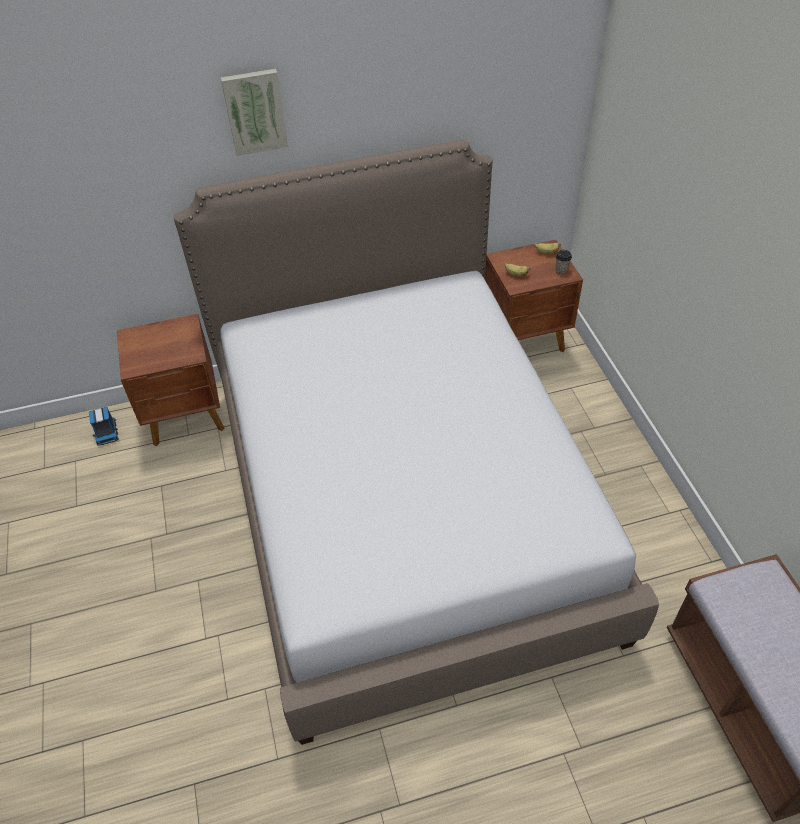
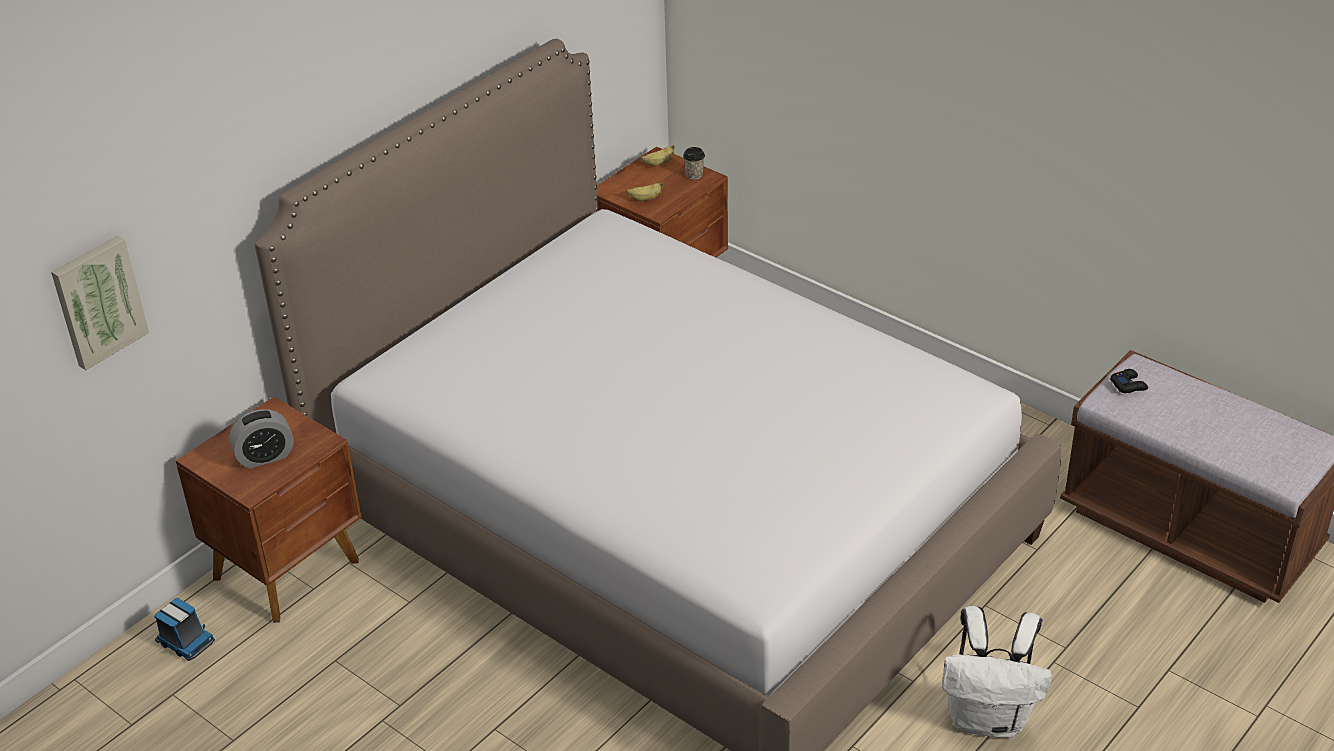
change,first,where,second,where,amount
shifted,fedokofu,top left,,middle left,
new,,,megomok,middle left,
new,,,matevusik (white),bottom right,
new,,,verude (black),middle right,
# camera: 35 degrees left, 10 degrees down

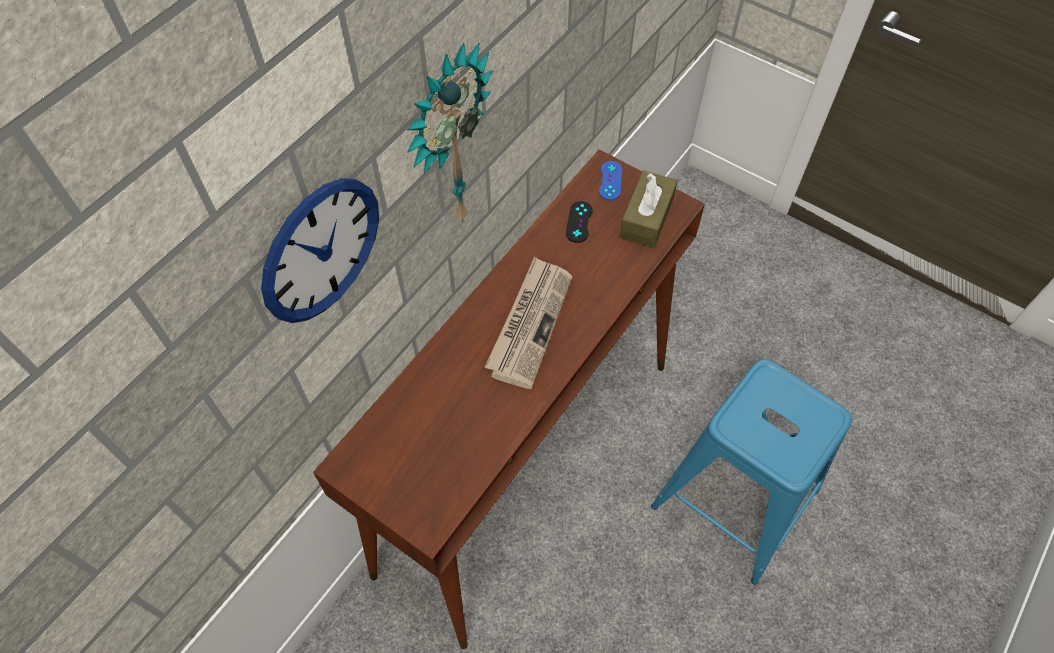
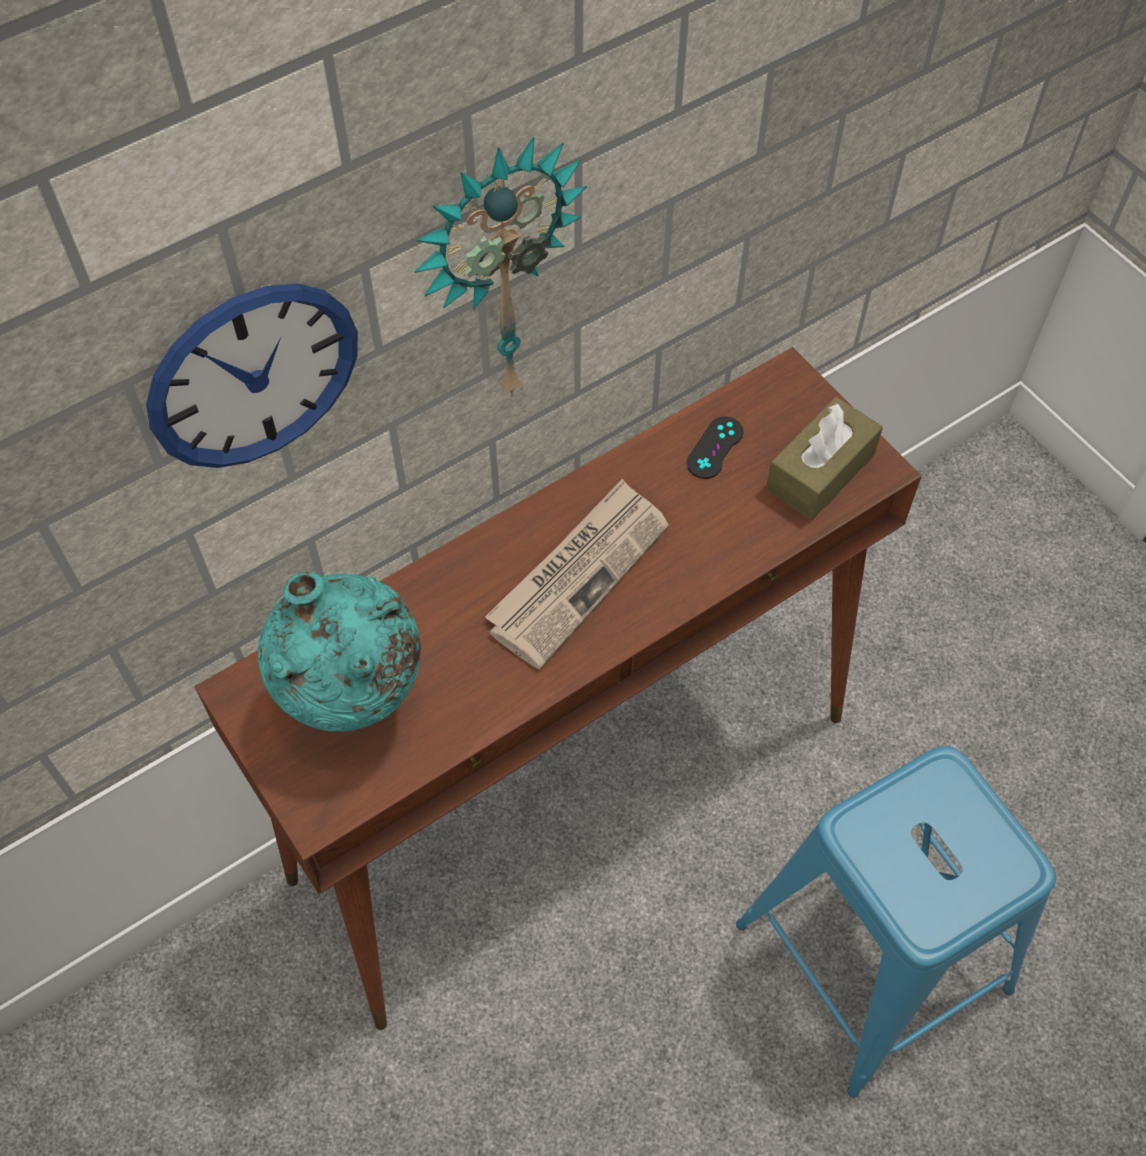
change,first,where,second,where,amount
new,,,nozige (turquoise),middle left,
gone,verude (blue),top centre,,,
# camera: 20 degrees right, 0 degrees up

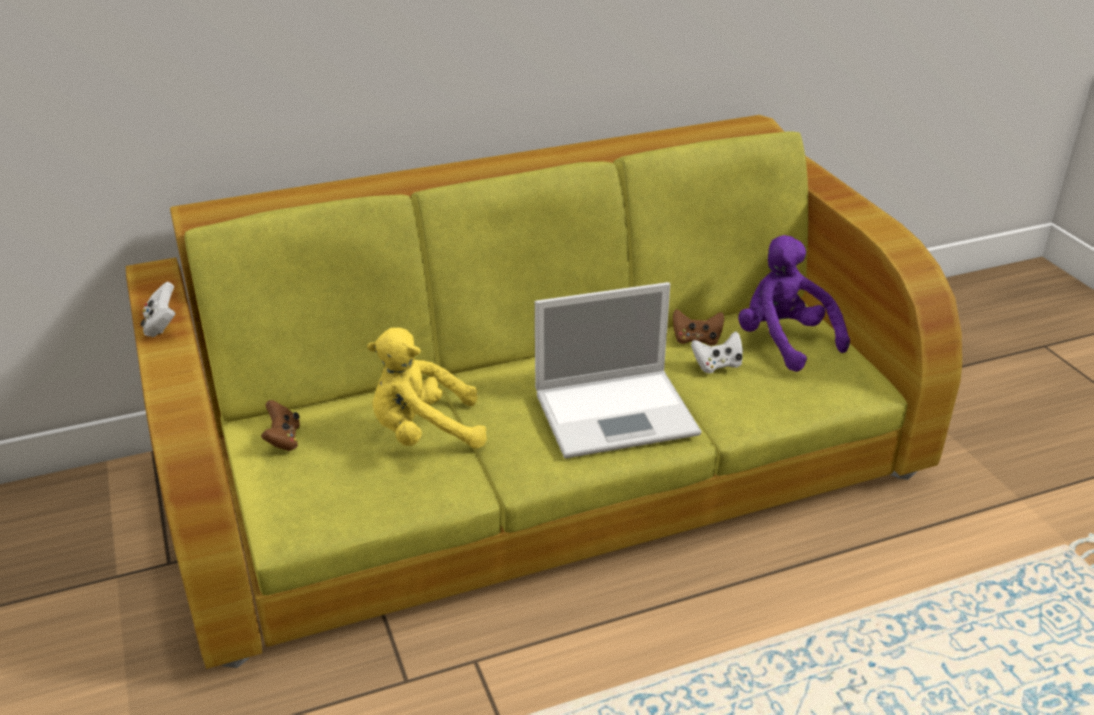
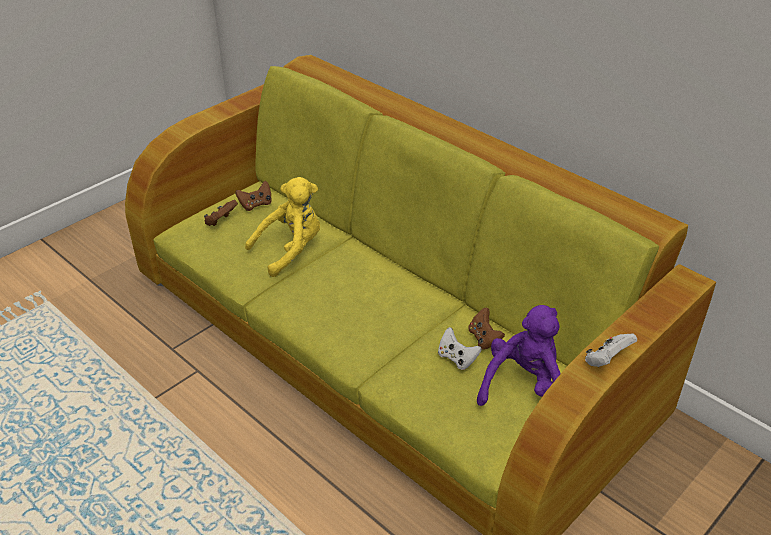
change,first,where,second,where,amount
new,,,verude (brown) (no. 1 from left),middle left,
rotated,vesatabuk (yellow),centre,,centre,90 degrees clockwise
shifted,verude (white) (no. 1 from left in the first image),middle left,verude (white) (no. 2 from left),middle right,
gone,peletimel,centre,,,
# camera: 65 degrees right, 5 degrees up

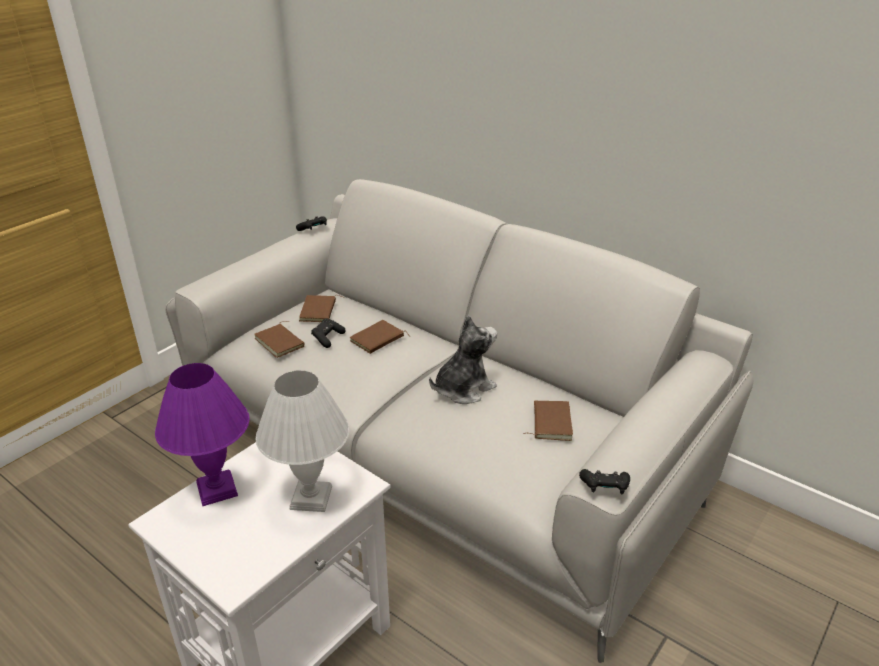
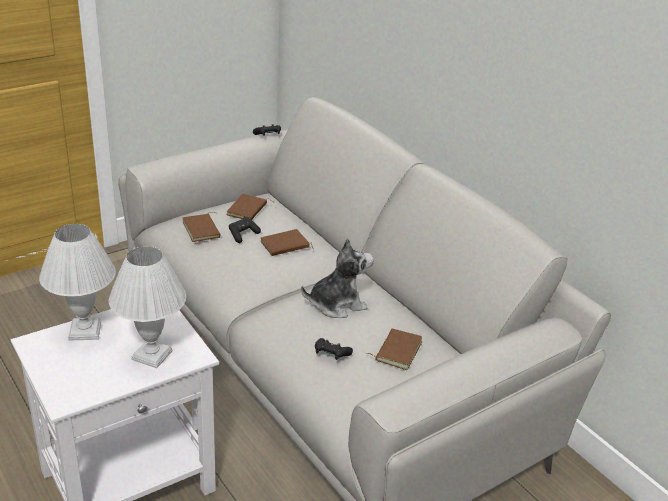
change,first,where,second,where,amount
repainted,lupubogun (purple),middle left,lupubogun (white) (no. 1 from left),middle left,
shifted,verude (black) (no. 3 from left),bottom right,,bottom centre,
# camera: 15 degrees right, 0 degrees up

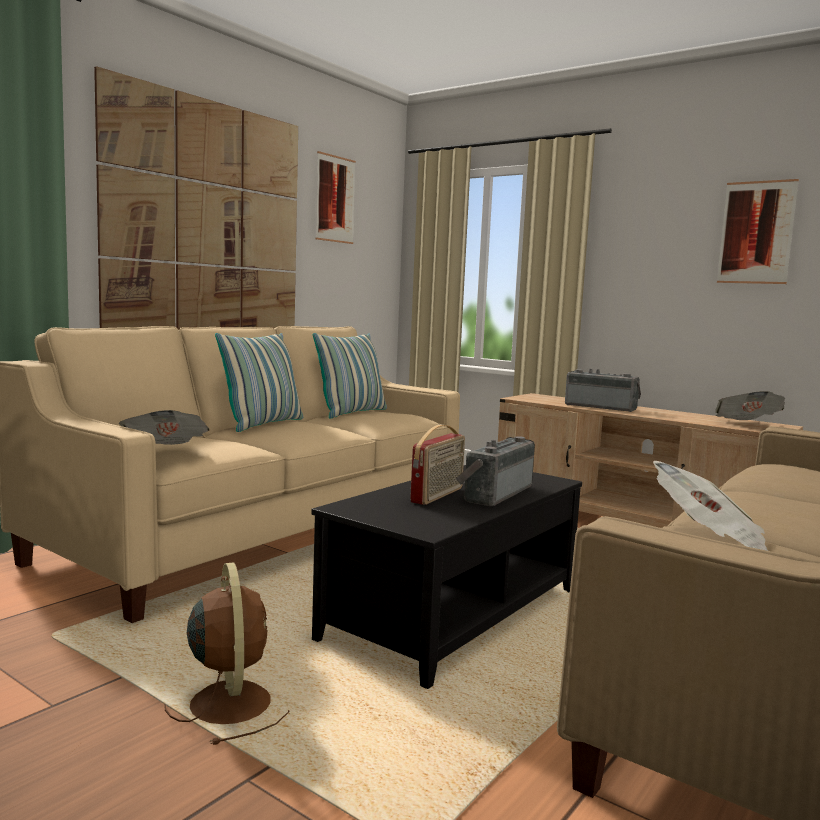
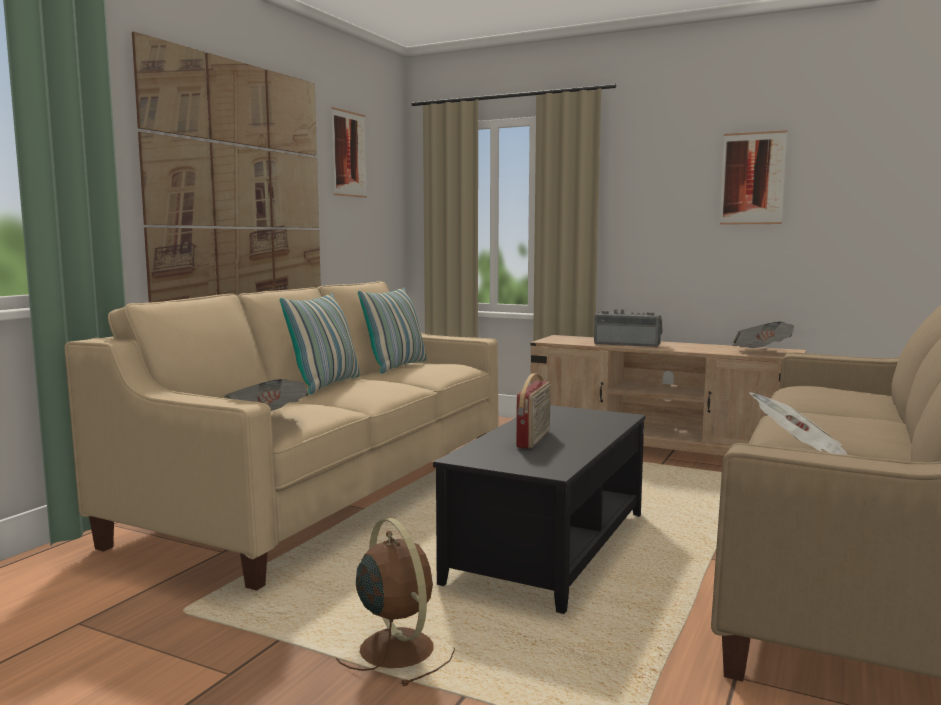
change,first,where,second,where,amount
gone,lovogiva (no. 2 from left),centre,,,
# camera: 10 degrees left, 0 degrees up

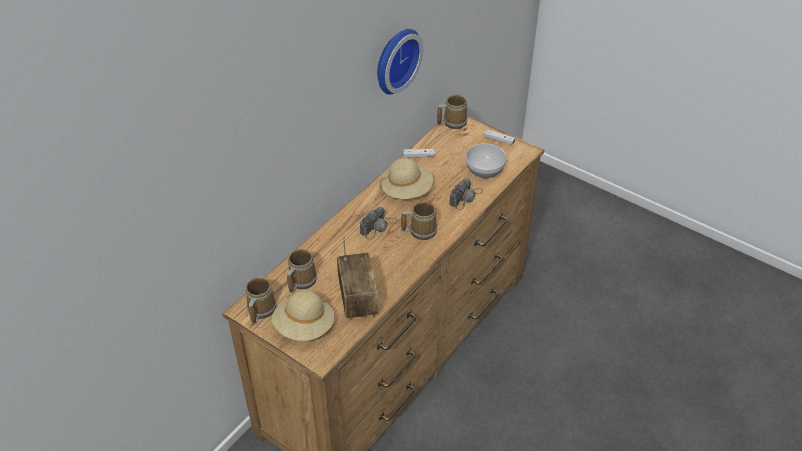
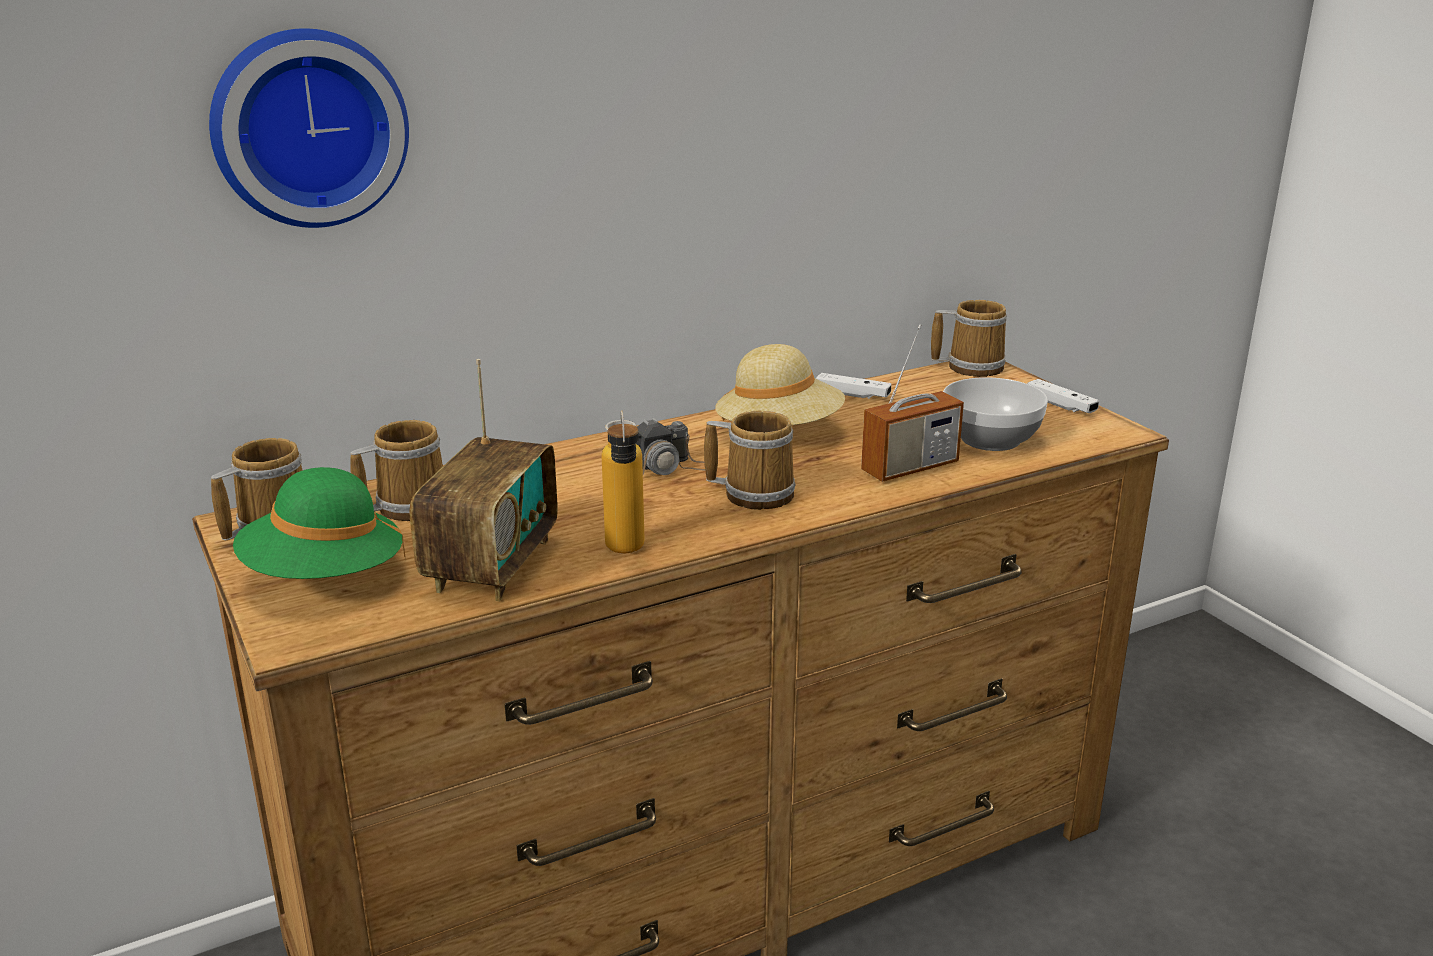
change,first,where,second,where,amount
shifted,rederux,top centre,,top left,
repainted,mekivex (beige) (no. 1 from left),bottom centre,mekivex (green),middle left,
new,,,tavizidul,centre,
swapped,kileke (no. 2 from left),centre,lovogiva (no. 2 from left),centre,
# camera: 25 degrees right, 20 degrees down

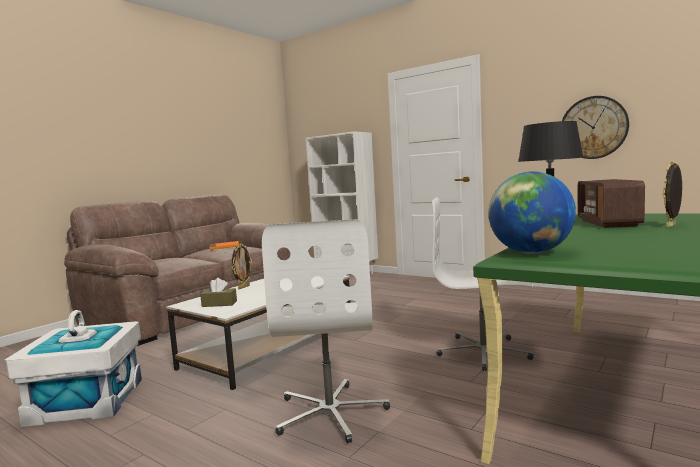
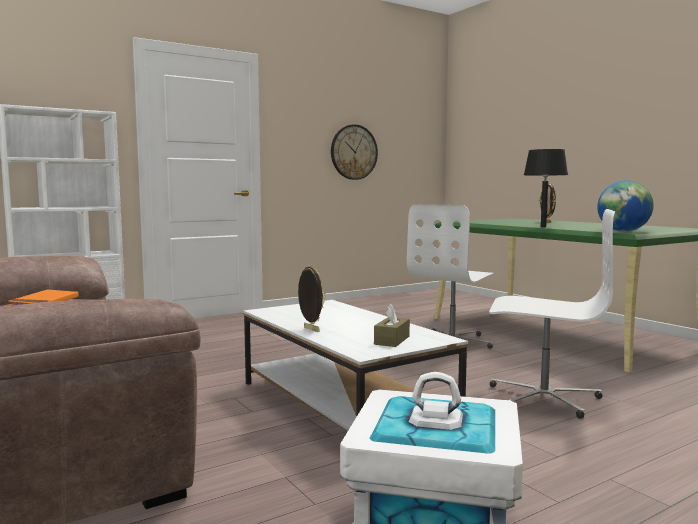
change,first,where,second,where,amount
gone,lovogiva,middle right,,,
# camera: 70 degrees left, 0 degrees up

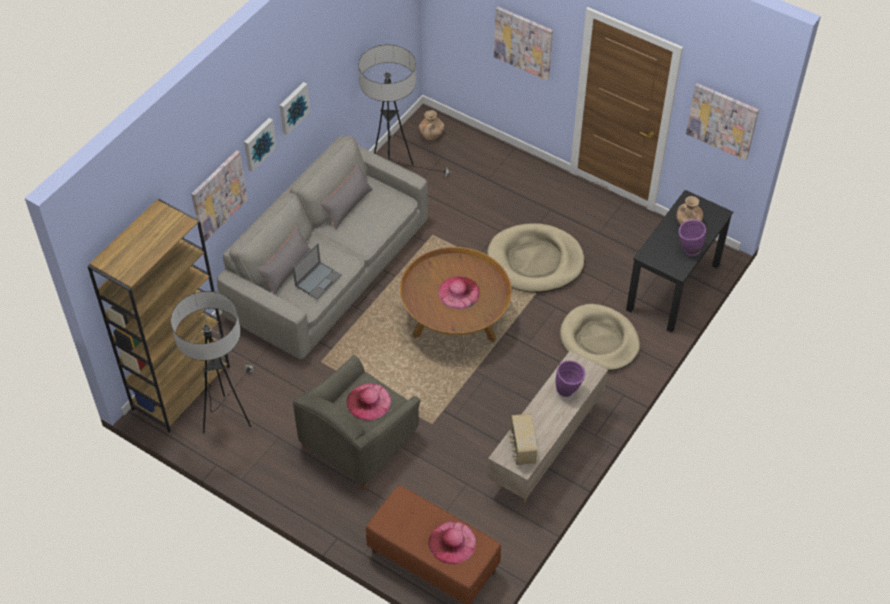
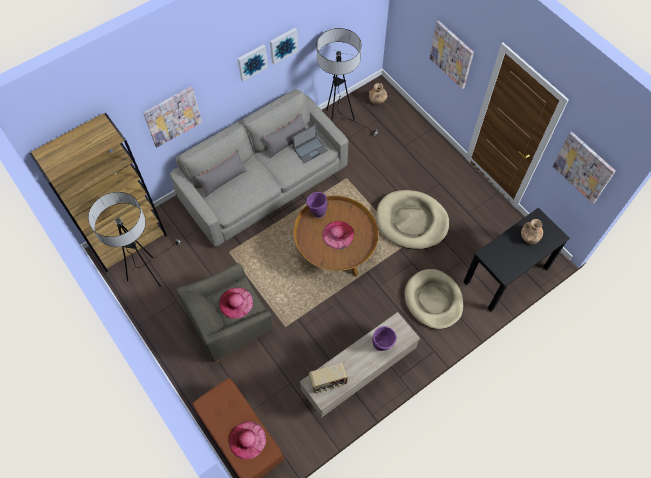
change,first,where,second,where,amount
shifted,fedokofu (no. 2 from left in the first image),top left,fedokofu (no. 3 from left),top centre,
shifted,peletimel,centre,,top centre,
shifted,nozige (purple) (no. 2 from left in the first image),middle right,nozige (purple) (no. 1 from left),centre,
rotated,lovogiva,bottom centre,,bottom centre,120 degrees counterclockwise
# camera: 20 degrees right, 10 degrees up

